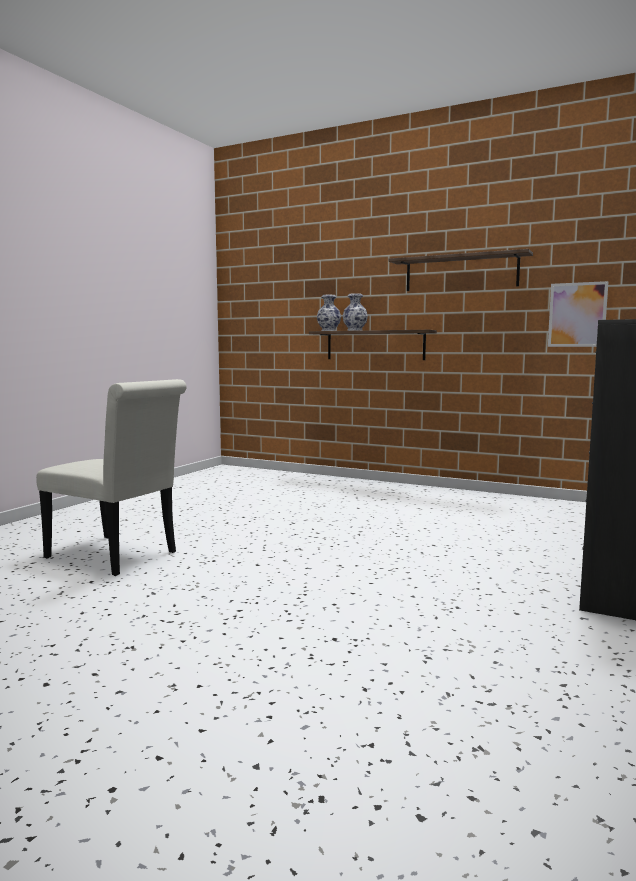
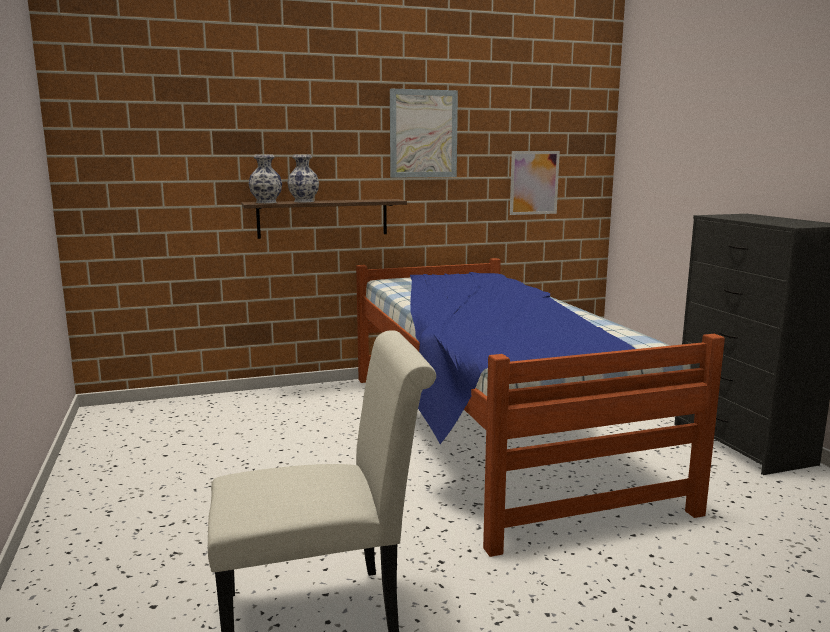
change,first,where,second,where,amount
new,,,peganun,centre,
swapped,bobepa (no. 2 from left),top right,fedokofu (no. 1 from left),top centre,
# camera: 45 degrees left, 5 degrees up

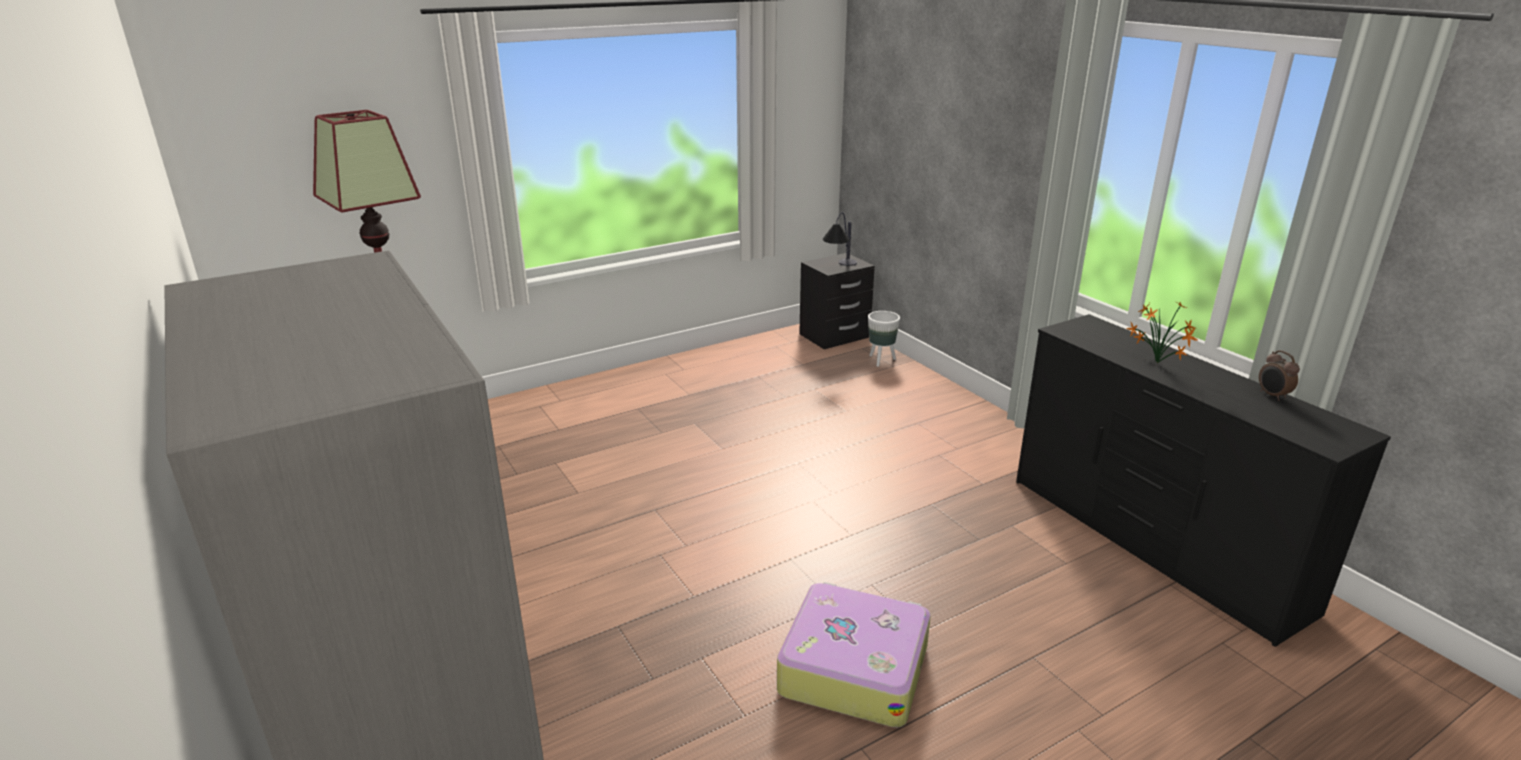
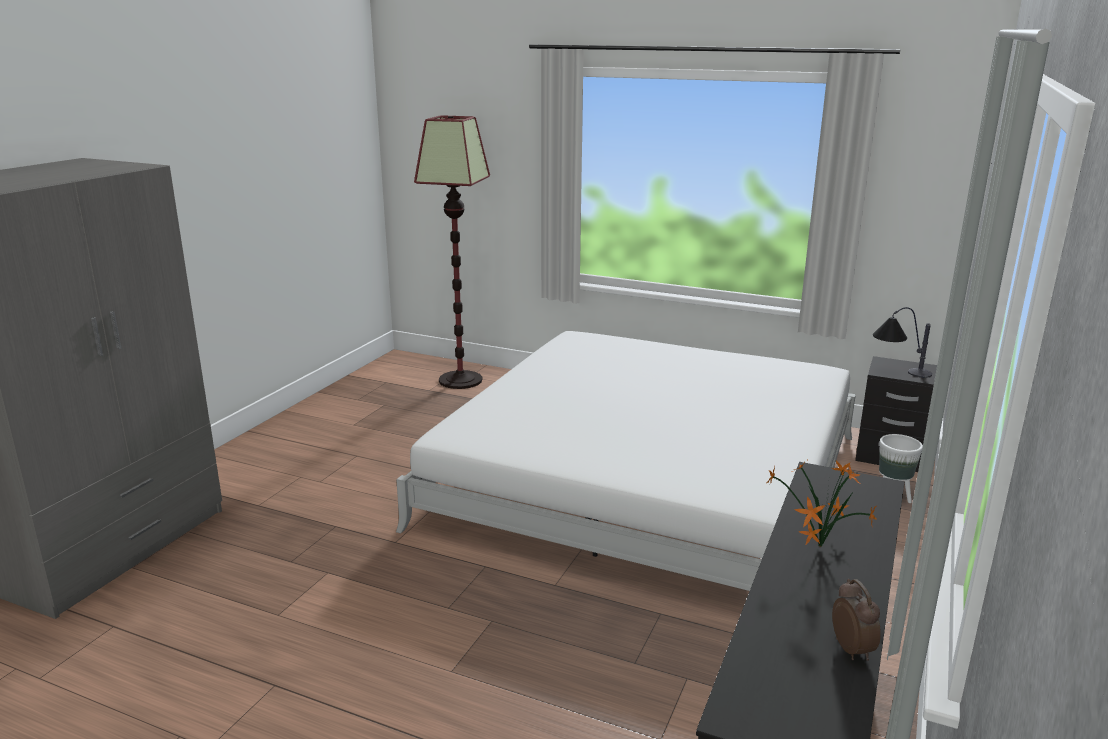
change,first,where,second,where,amount
new,,,peganun (white),centre,
rotated,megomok,middle right,,bottom right,135 degrees clockwise
gone,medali,bottom centre,,,
# camera: 55 degrees right, 5 degrees down

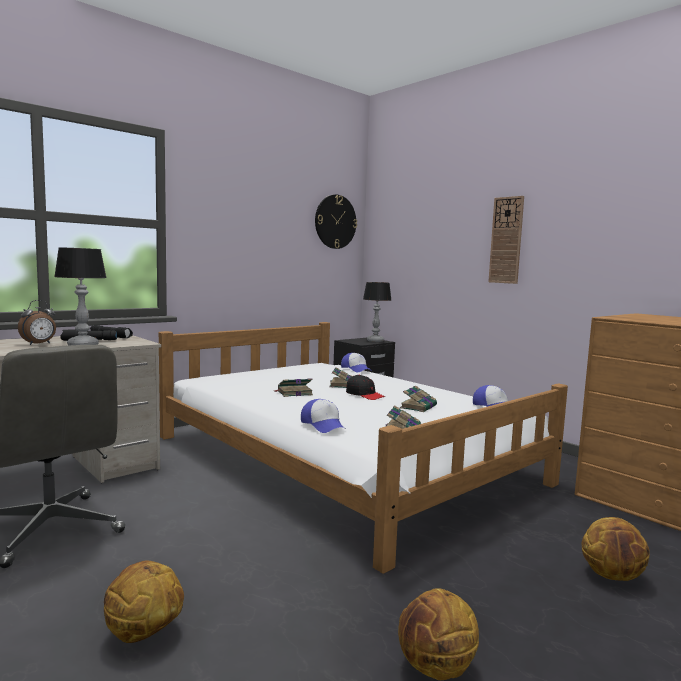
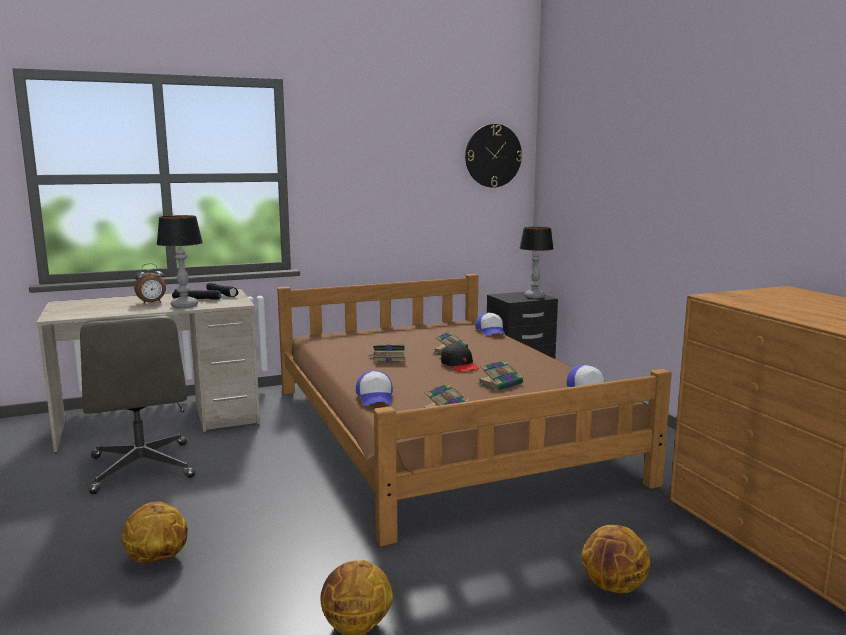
change,first,where,second,where,amount
repainted,peganun (white),centre,peganun (brown),centre,
gone,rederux (no. 2 from left),middle right,,,
# camera: 20 degrees right, 5 degrees up

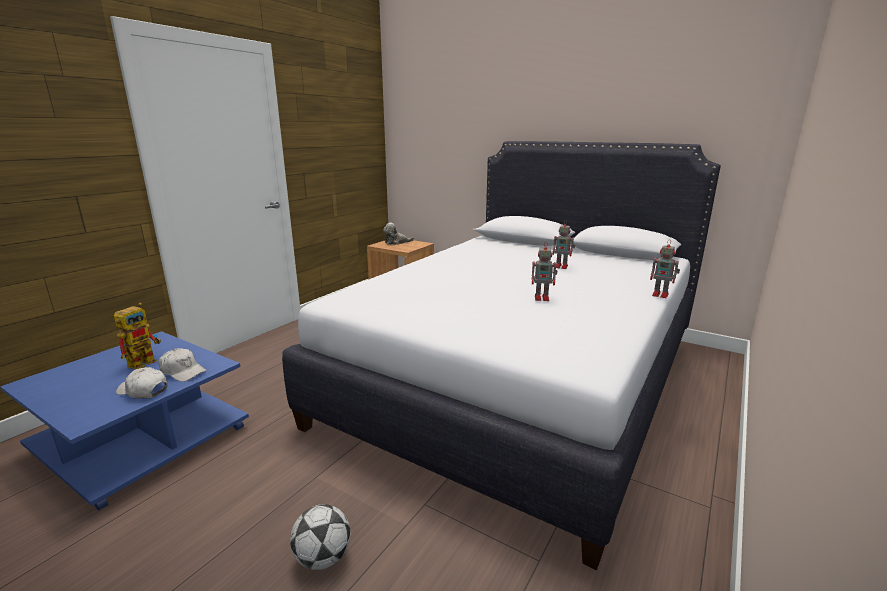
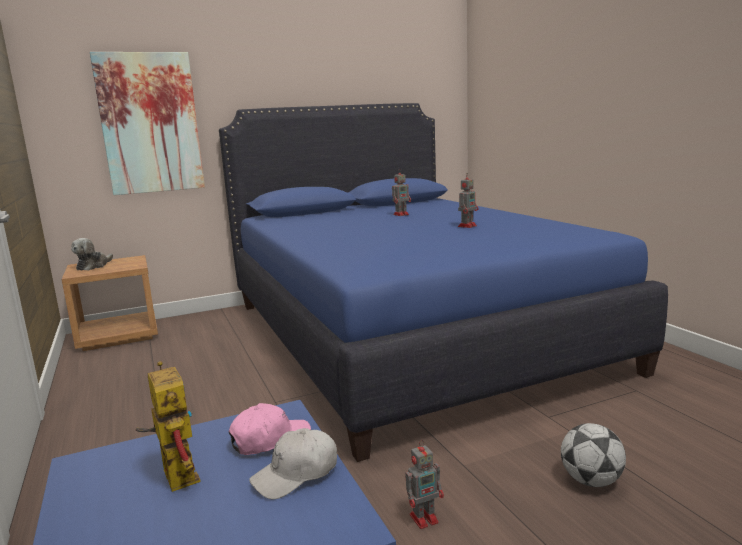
change,first,where,second,where,amount
new,,,fedokofu,top left,
repainted,peganun (white),centre,peganun (blue),centre,
repainted,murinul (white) (no. 2 from left),middle left,murinul (pink),bottom centre,
shifted,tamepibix (no. 4 from left in the first image),middle right,tamepibix (no. 3 from left),bottom centre,
# camera: 55 degrees left, 5 degrees down

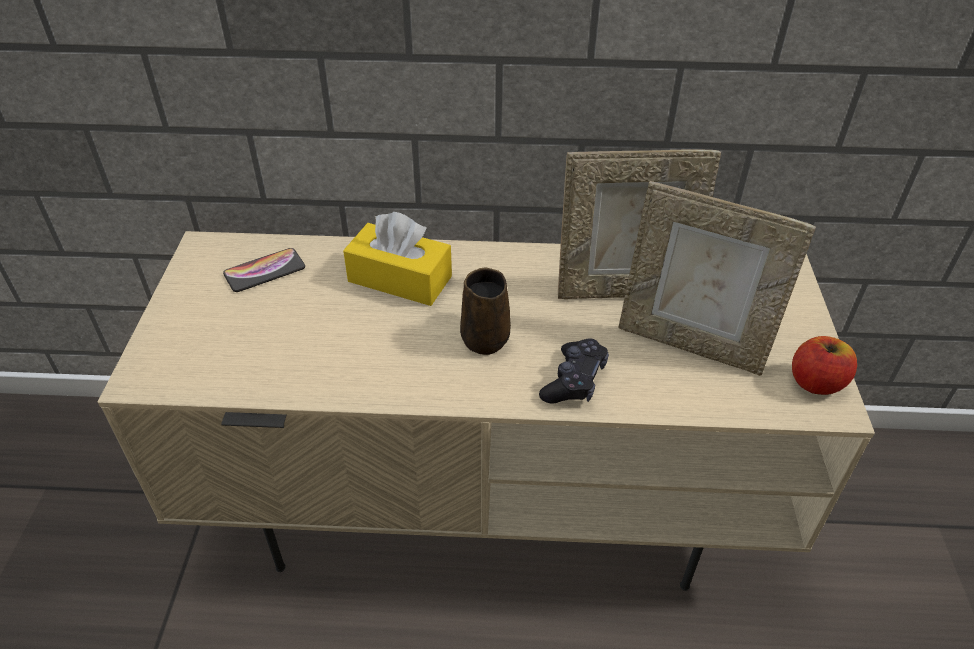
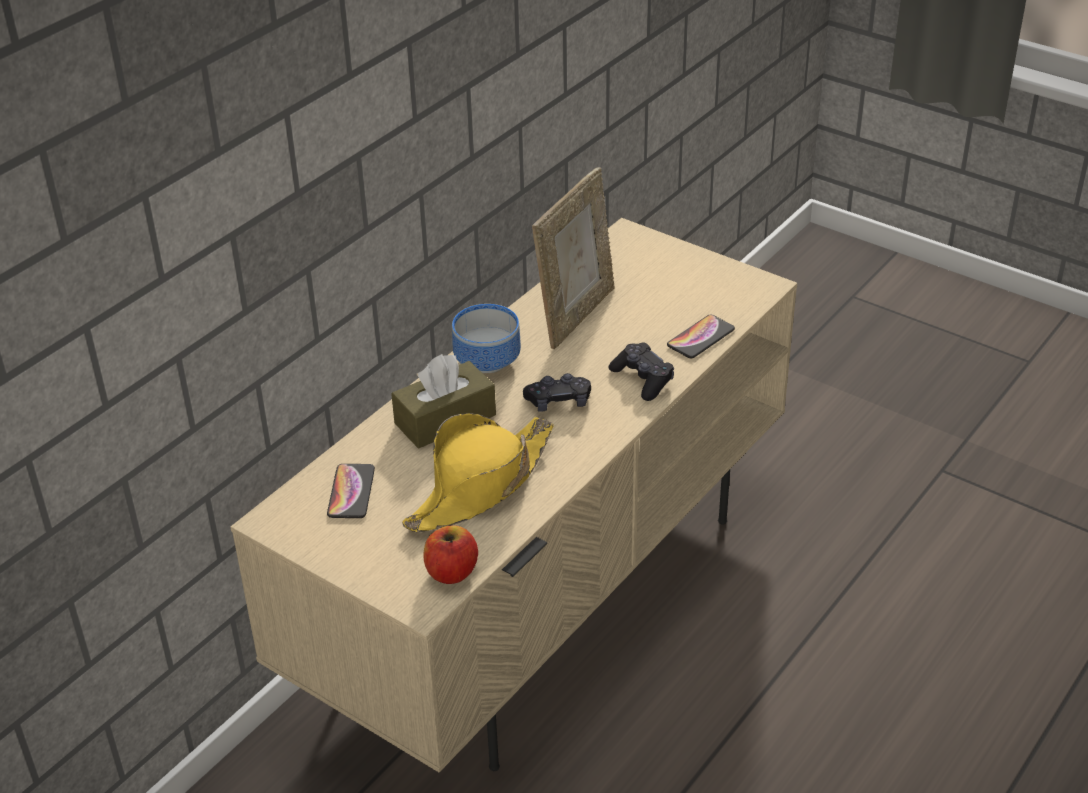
change,first,where,second,where,amount
repainted,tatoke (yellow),centre,tatoke (brown),centre,
new,,,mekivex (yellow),centre,
shifted,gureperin,middle right,,bottom centre,
new,,,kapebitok,centre,
swapped,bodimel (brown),centre,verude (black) (no. 1 from left),centre,
new,,,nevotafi (no. 2 from left),centre,
gone,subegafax (no. 2 from left),middle right,,,
# camera: 55 degrees left, 5 degrees down

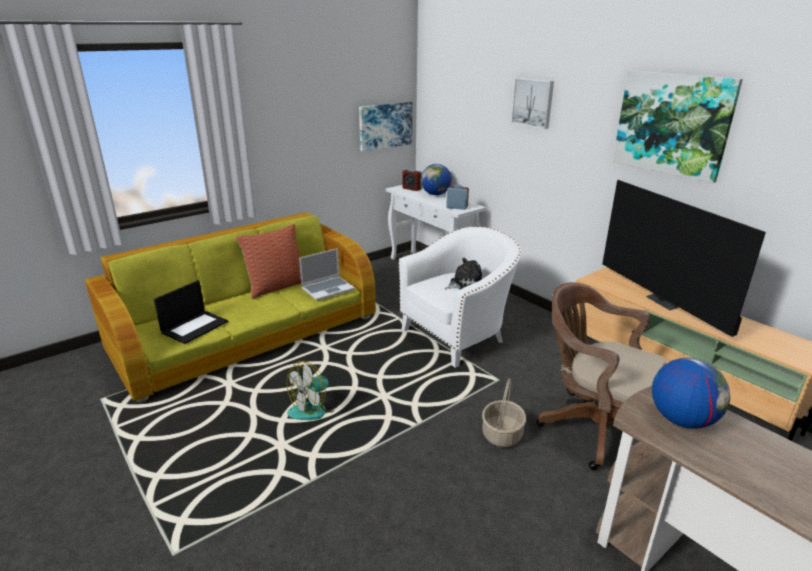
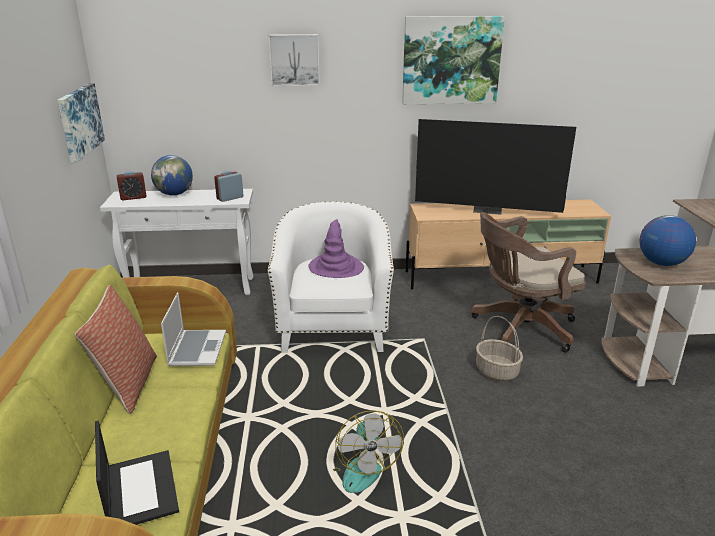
change,first,where,second,where,amount
swapped,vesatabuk,centre,mekivex (purple),centre,
# camera: 55 degrees left, 0 degrees up

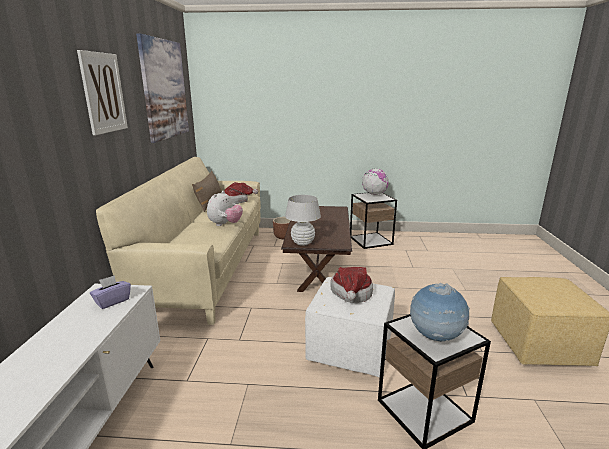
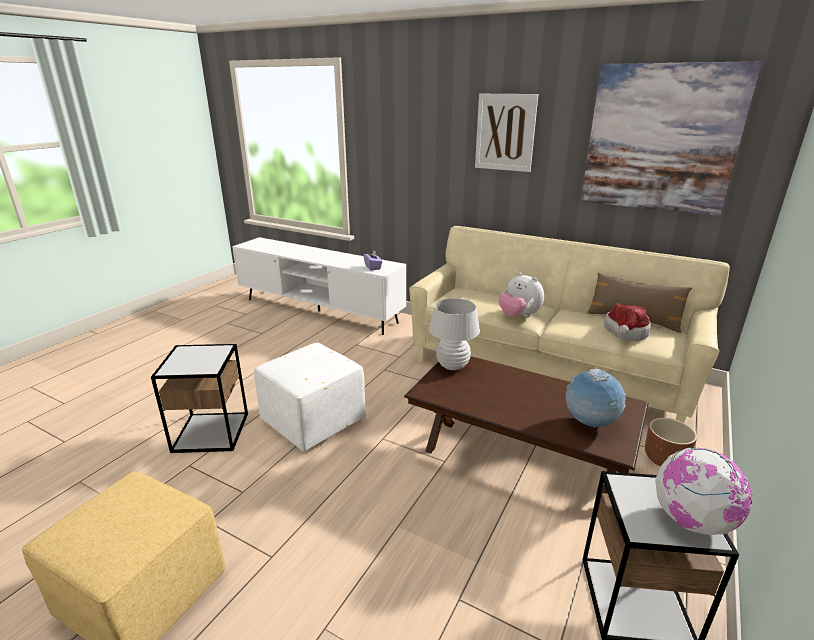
change,first,where,second,where,amount
shifted,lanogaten (no. 2 from left in the first image),bottom right,lanogaten (no. 1 from left),middle right,
gone,mekivex (no. 2 from left),centre,,,
# camera: 115 degrees right, 5 degrees up

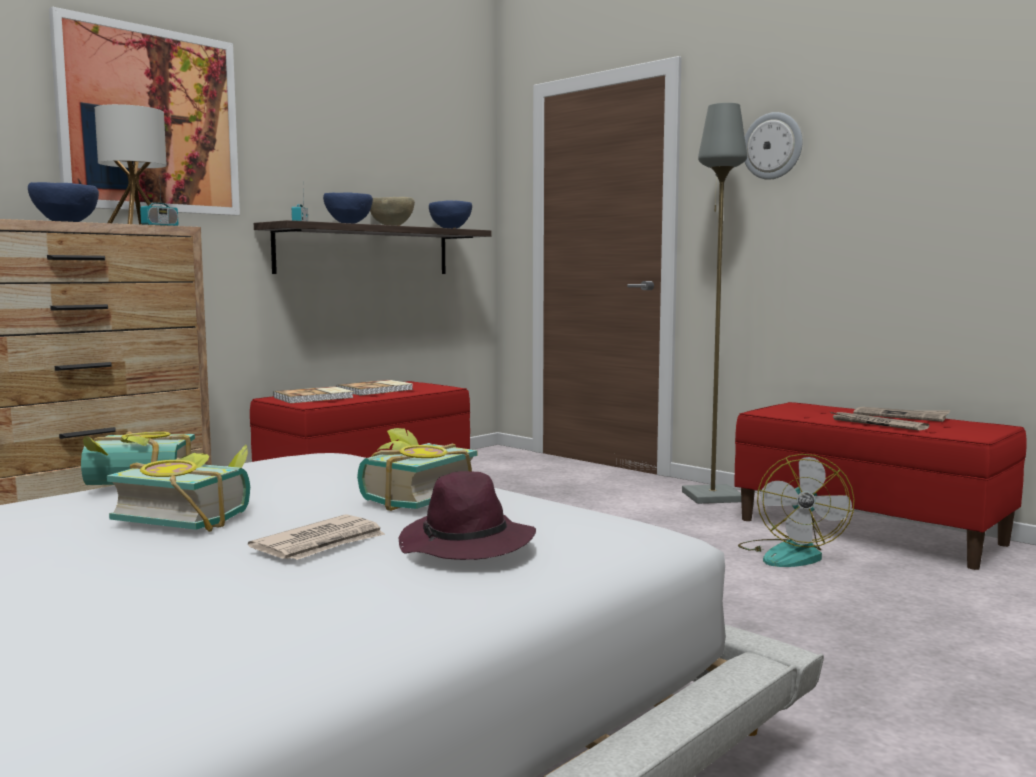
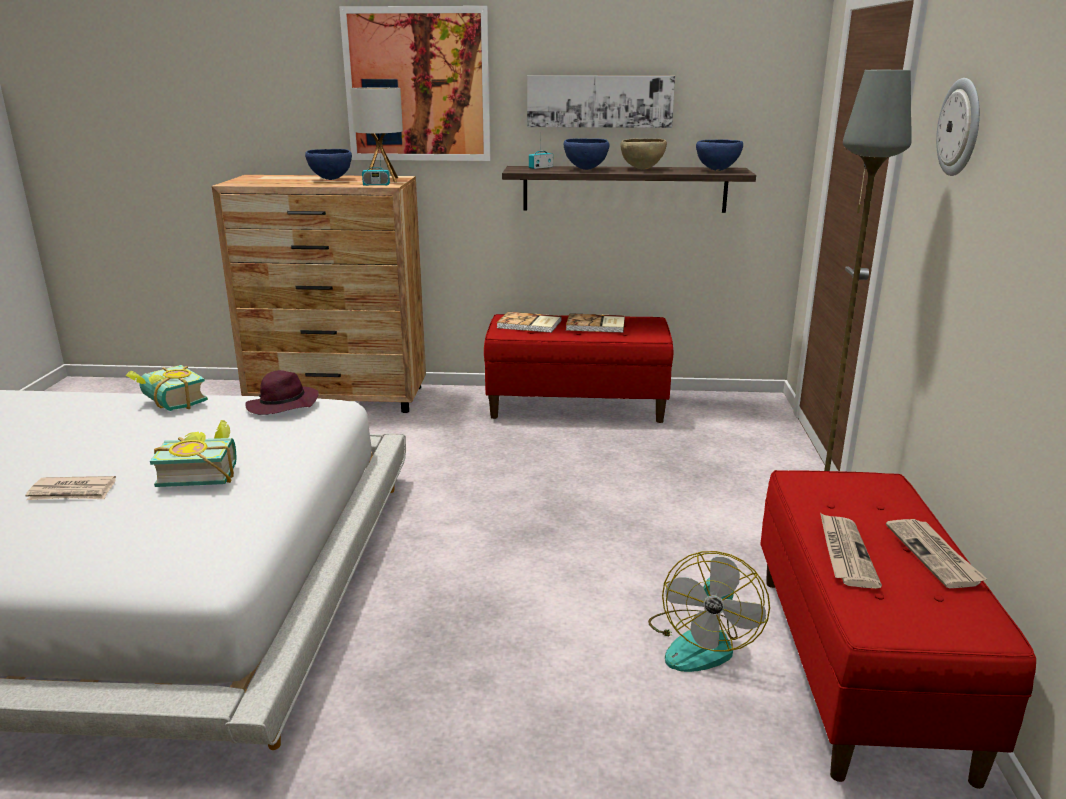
change,first,where,second,where,amount
shifted,mekivex (purple),centre,,middle left,
new,,,fedokofu (no. 2 from left),top centre,
rotated,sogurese,middle right,,bottom centre,45 degrees counterclockwise
gone,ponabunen (no. 2 from left),middle left,,,
# camera: 50 degrees right, 15 degrees up

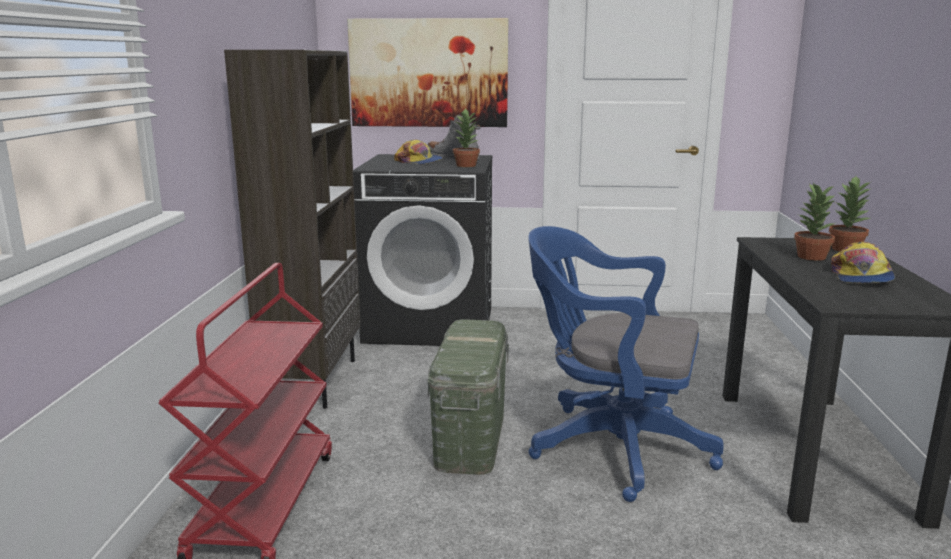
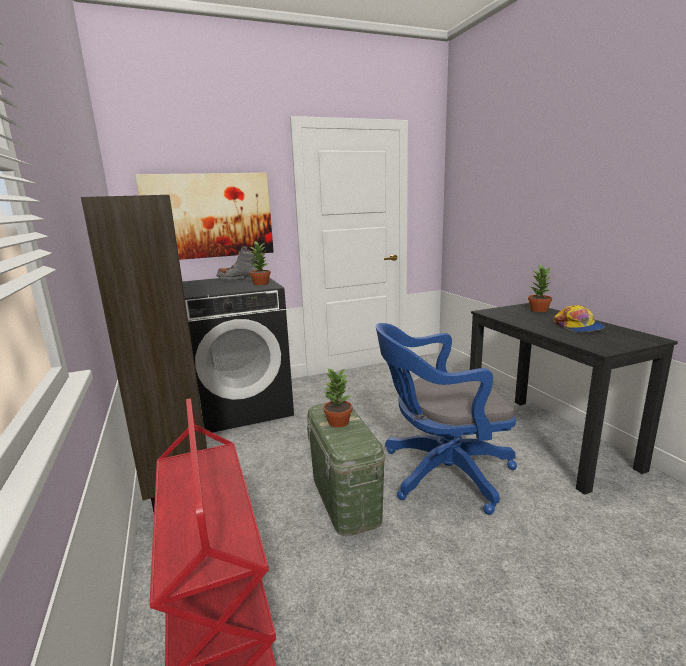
change,first,where,second,where,amount
shifted,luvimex (no. 2 from left),middle right,,centre,
gone,murinul (no. 1 from left),top centre,,,
# camera: 25 degrees left, 0 degrees up

